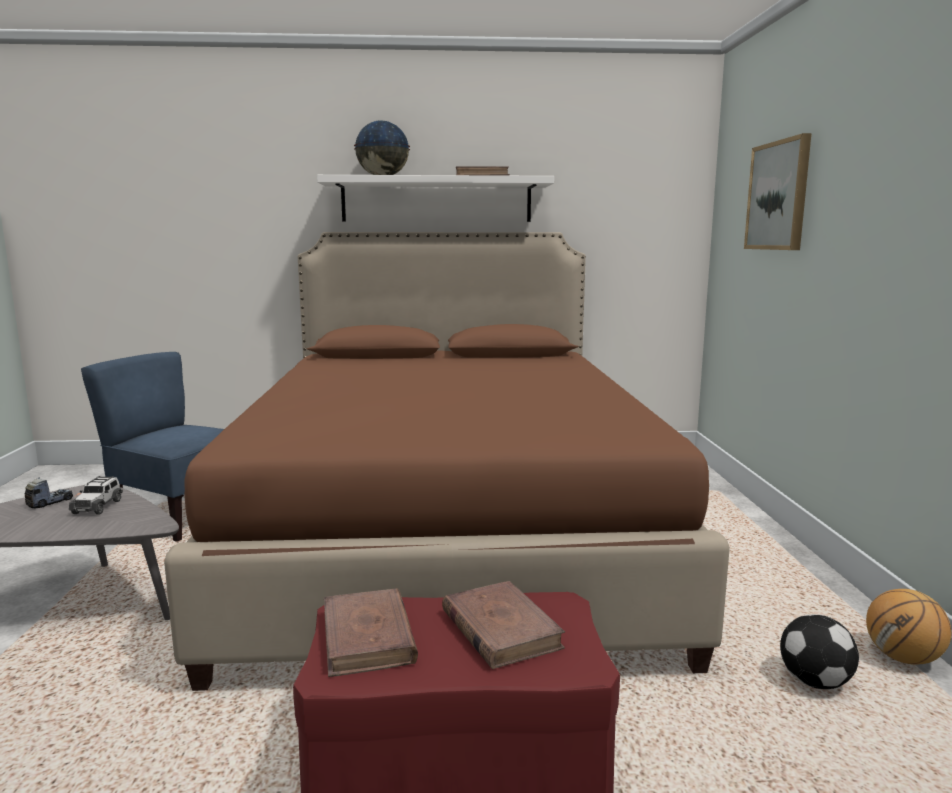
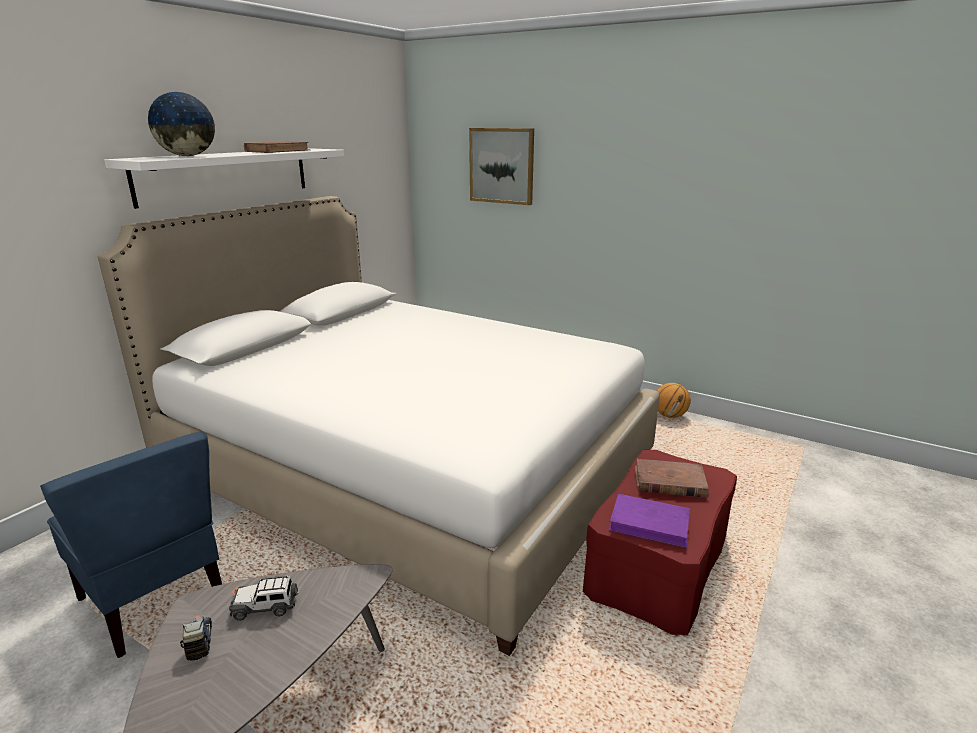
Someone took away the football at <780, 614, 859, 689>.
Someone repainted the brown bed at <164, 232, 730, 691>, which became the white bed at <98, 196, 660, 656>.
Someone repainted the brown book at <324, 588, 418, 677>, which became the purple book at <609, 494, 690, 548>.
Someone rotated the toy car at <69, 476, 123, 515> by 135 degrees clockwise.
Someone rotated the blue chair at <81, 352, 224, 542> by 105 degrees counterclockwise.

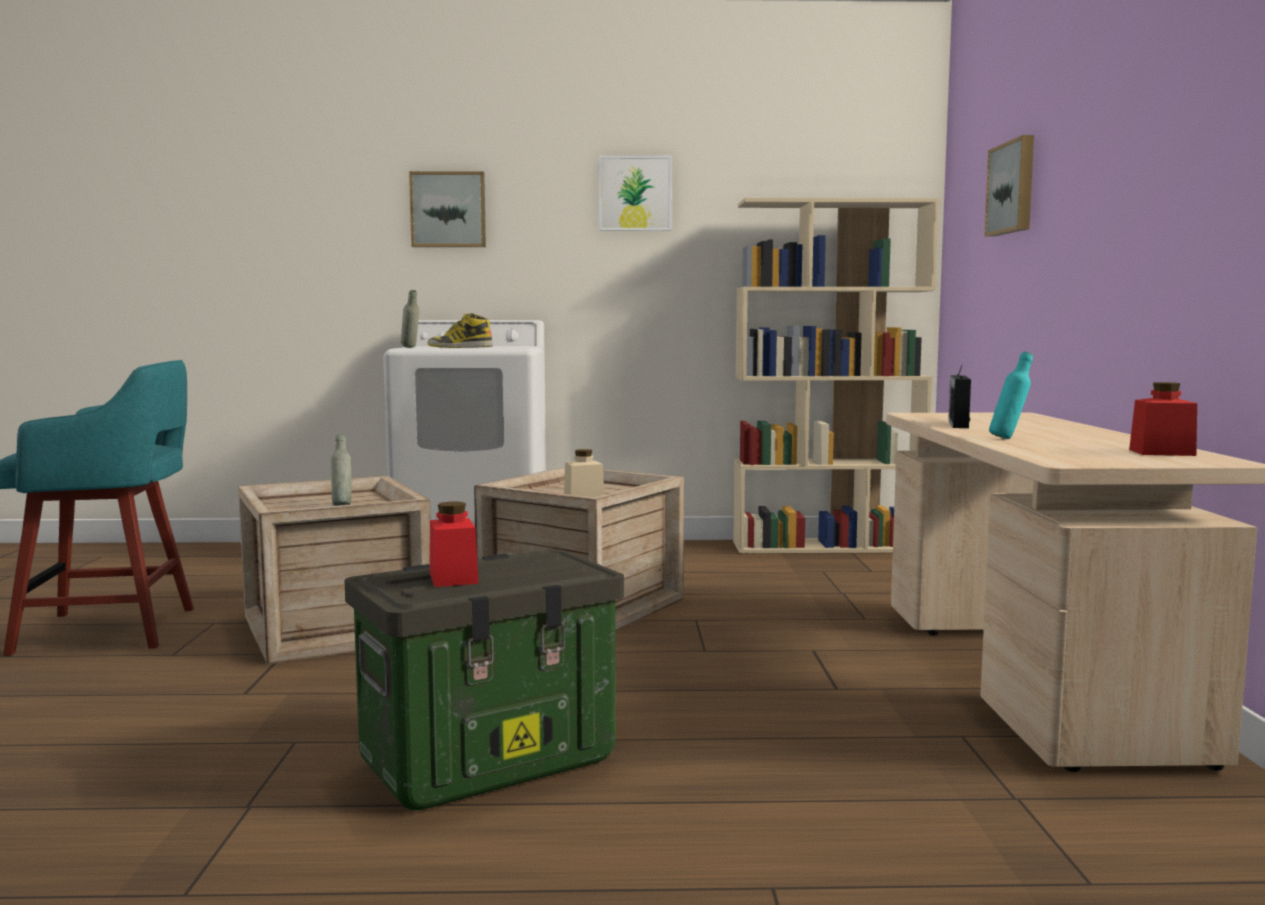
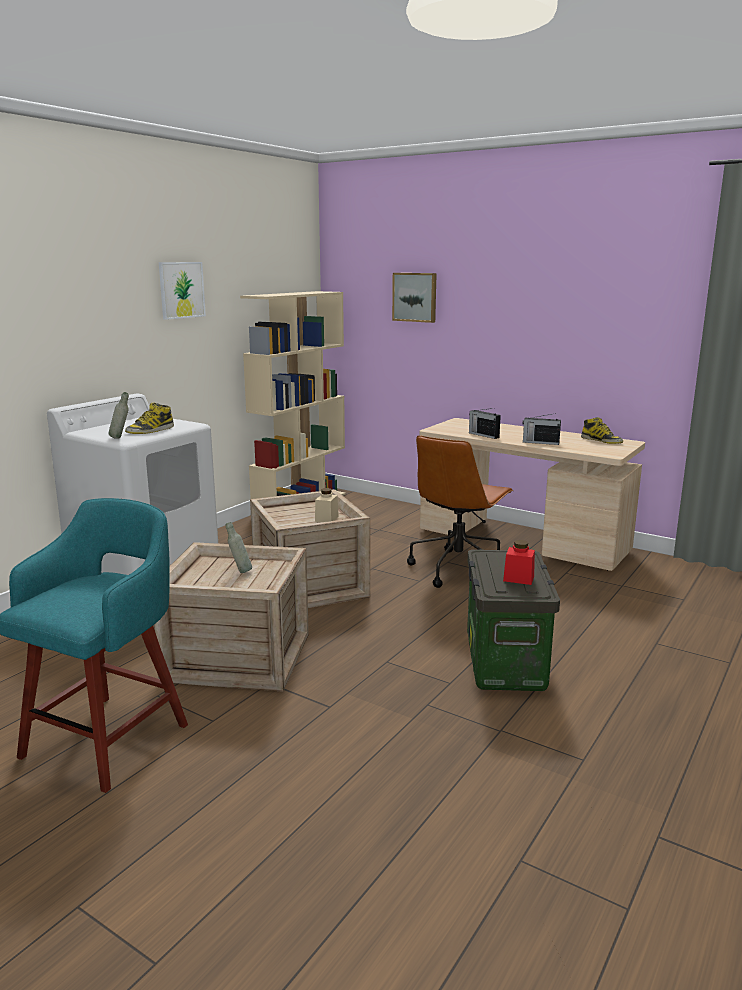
Someone took away the picture at <409, 171, 486, 247>.
Someone put down the brown office chair at <407, 435, 514, 588>.
Someone swapped the turquoise bottle at <989, 351, 1033, 439> for the radio at <523, 413, 561, 445>.
Someone swapped the red jar at <1129, 382, 1197, 456> for the boot at <581, 417, 623, 444>.

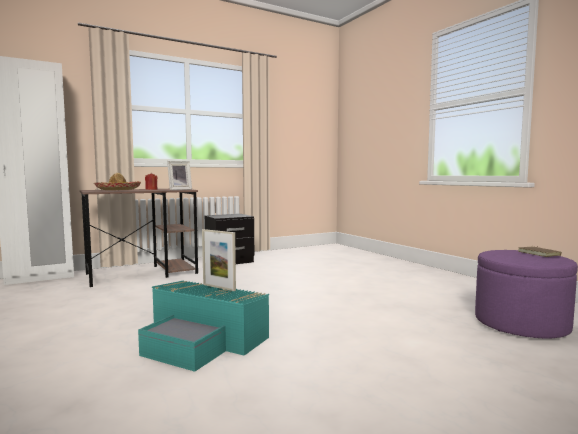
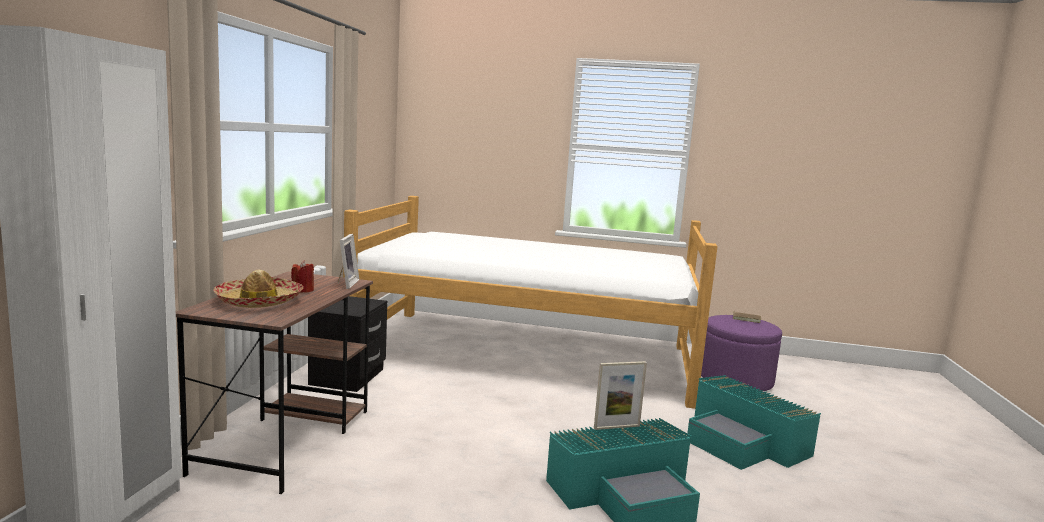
Someone put down the bed at <343, 196, 718, 409>.
Someone put down the turquoise storage box at <688, 375, 821, 470>.

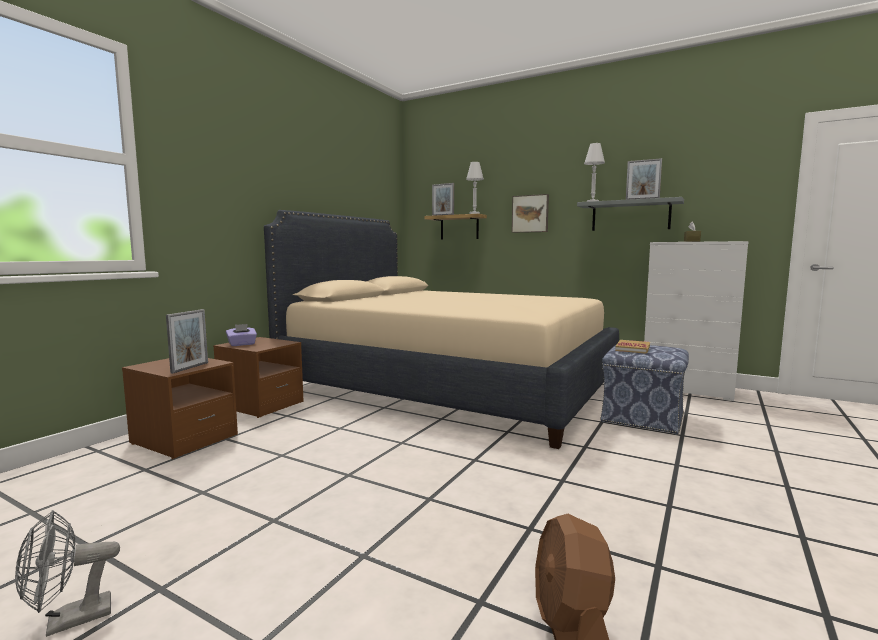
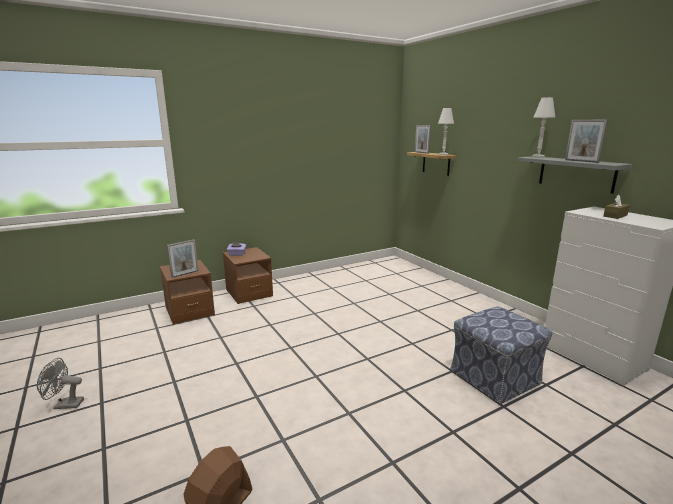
Someone took away the beige bed at <264, 210, 619, 449>.
Someone took away the picture at <512, 194, 549, 233>.
Someone took away the book at <615, 340, 650, 354>.

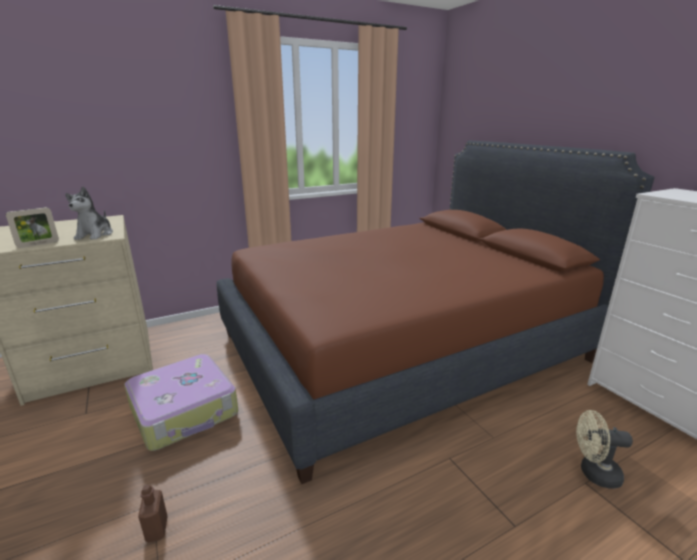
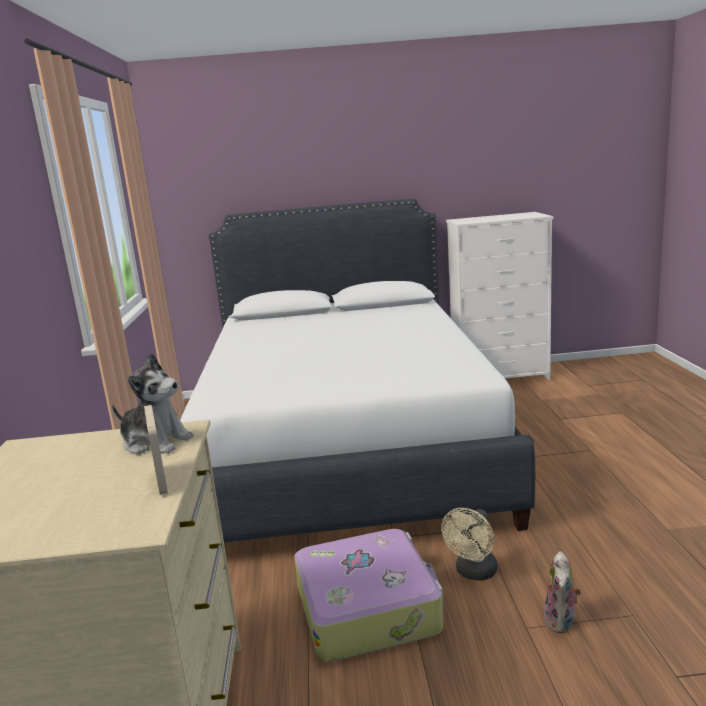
Someone carried the beige fan from <576, 410, 633, 489> to <441, 508, 498, 581>.
Someone swapped the brown bottle at <138, 484, 168, 542> for the plush toy at <544, 551, 581, 633>.
Someone repainted the brown bed at <217, 141, 654, 484>, which became the white bed at <180, 199, 535, 542>.

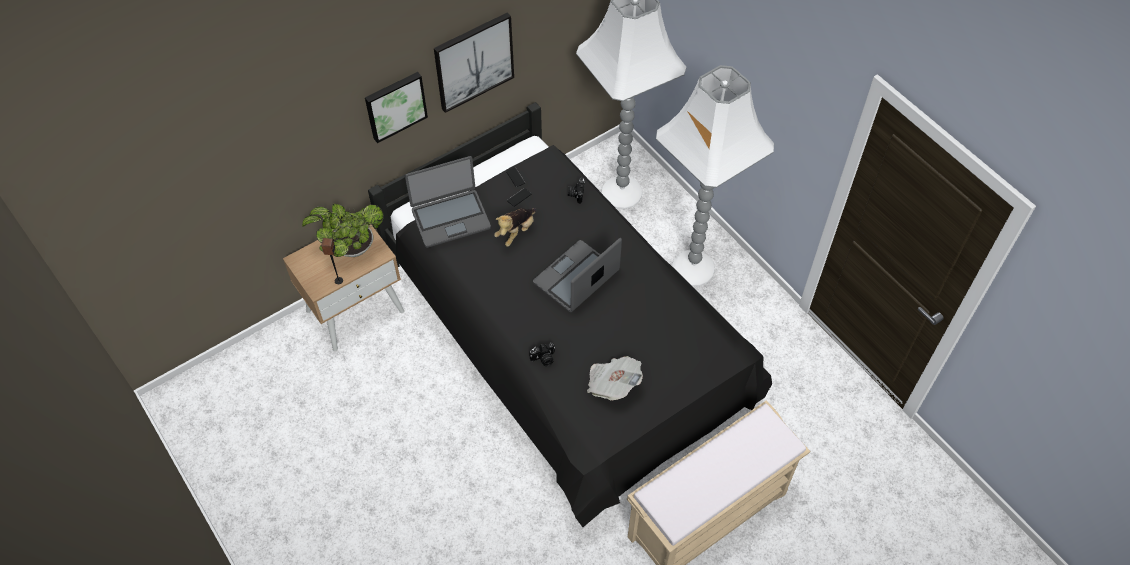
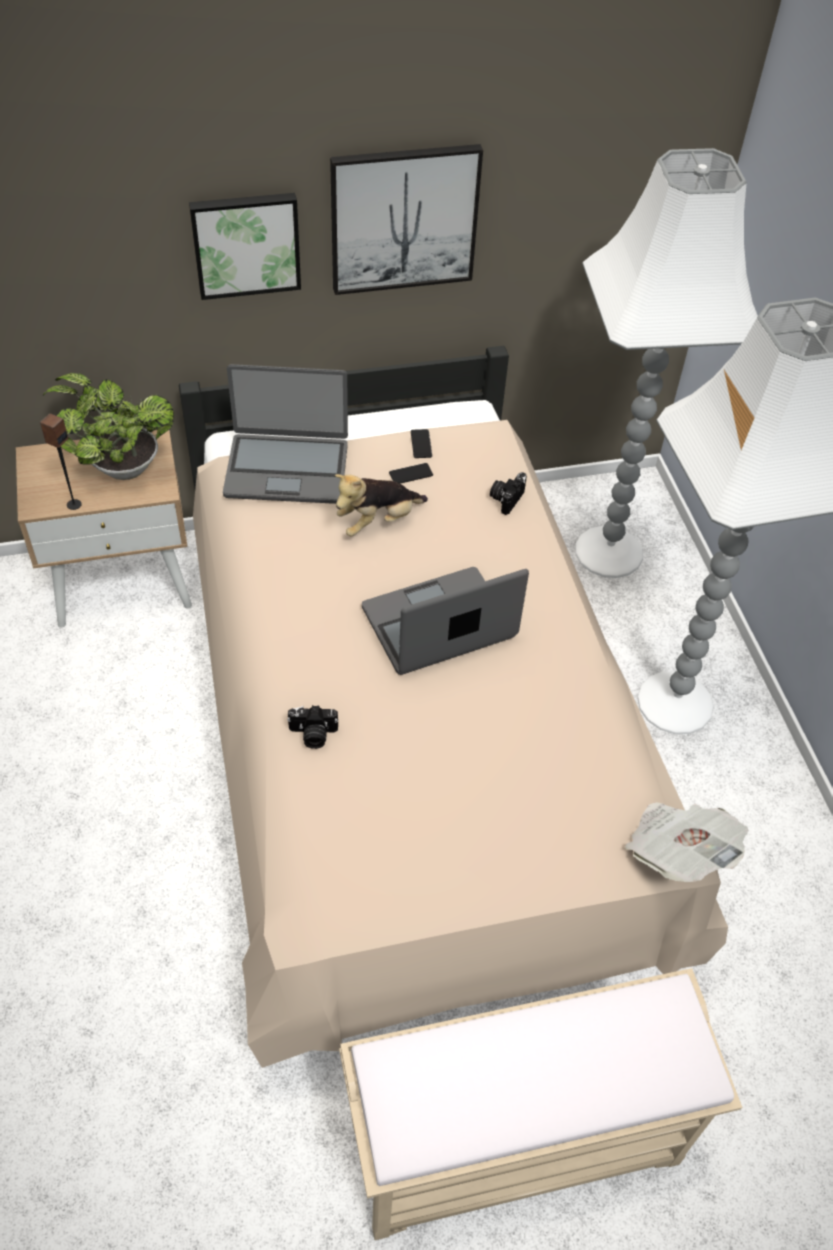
Someone carried the newspaper from <587, 356, 643, 400> to <625, 802, 749, 882>.
Someone repainted the black bed at <368, 102, 772, 527>, which became the beige bed at <179, 346, 728, 1068>.

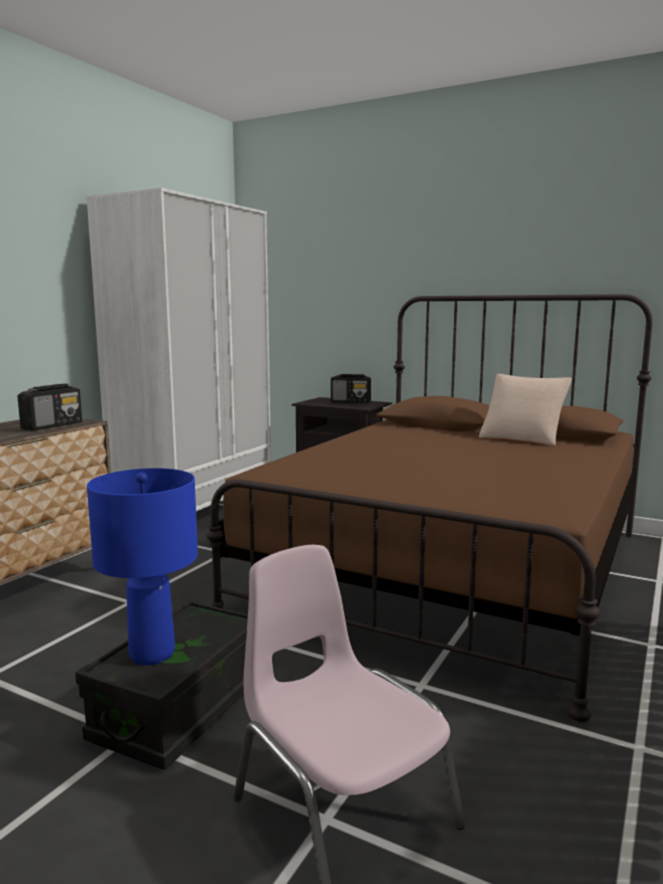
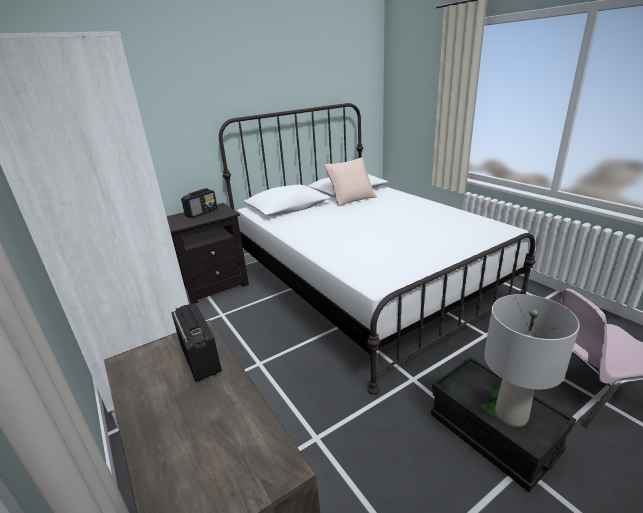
Someone repainted the blue table lamp at <87, 468, 198, 665>, which became the grey table lamp at <484, 294, 580, 428>.
Someone repainted the brown bed at <206, 294, 653, 722>, which became the white bed at <219, 103, 536, 395>.

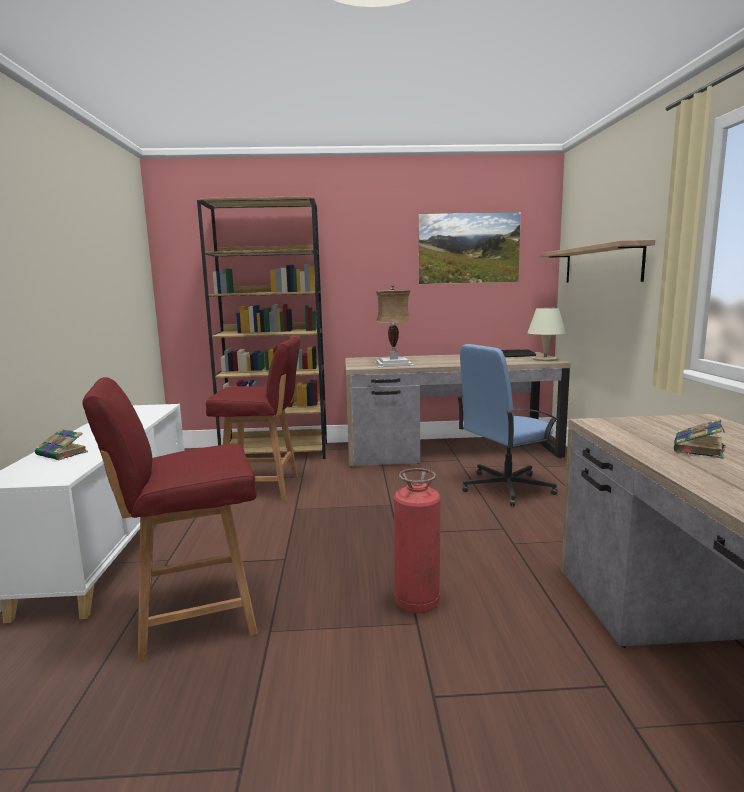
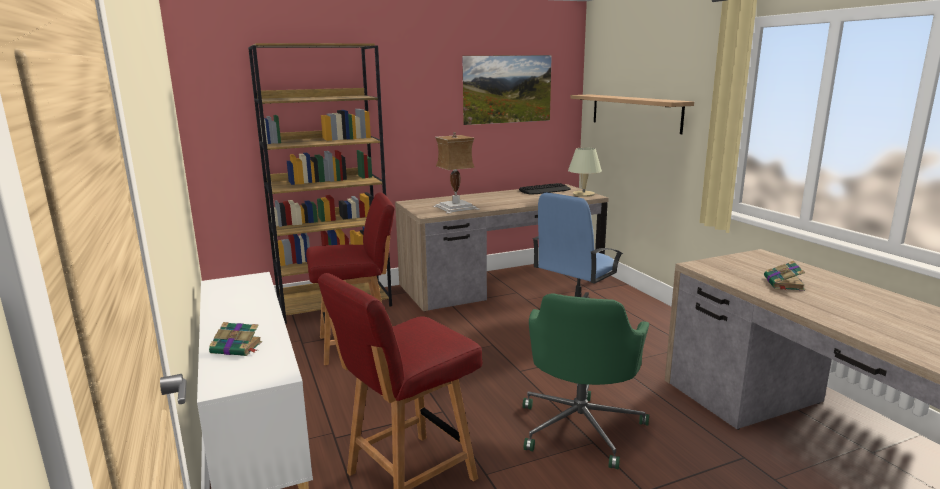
Someone swapped the fire extinguisher at <394, 468, 441, 614> for the green office chair at <523, 293, 649, 469>.

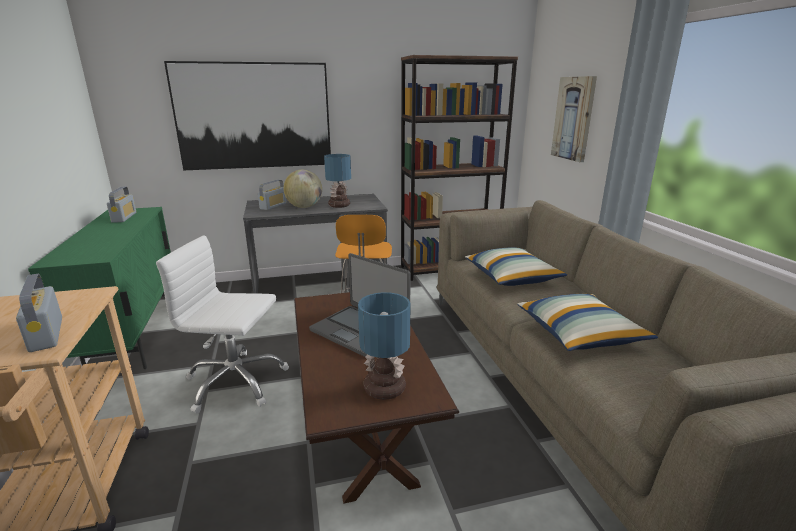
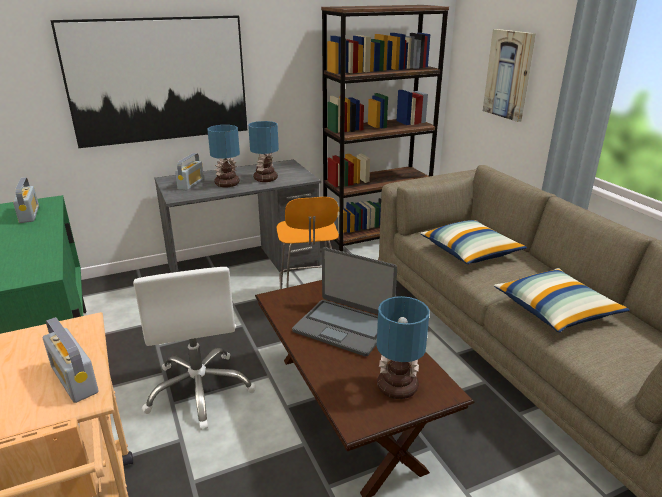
Someone swapped the globe at <284, 170, 322, 208> for the table lamp at <207, 125, 240, 187>.
Someone rotated the white office chair at <156, 236, 289, 413> by 105 degrees counterclockwise.

